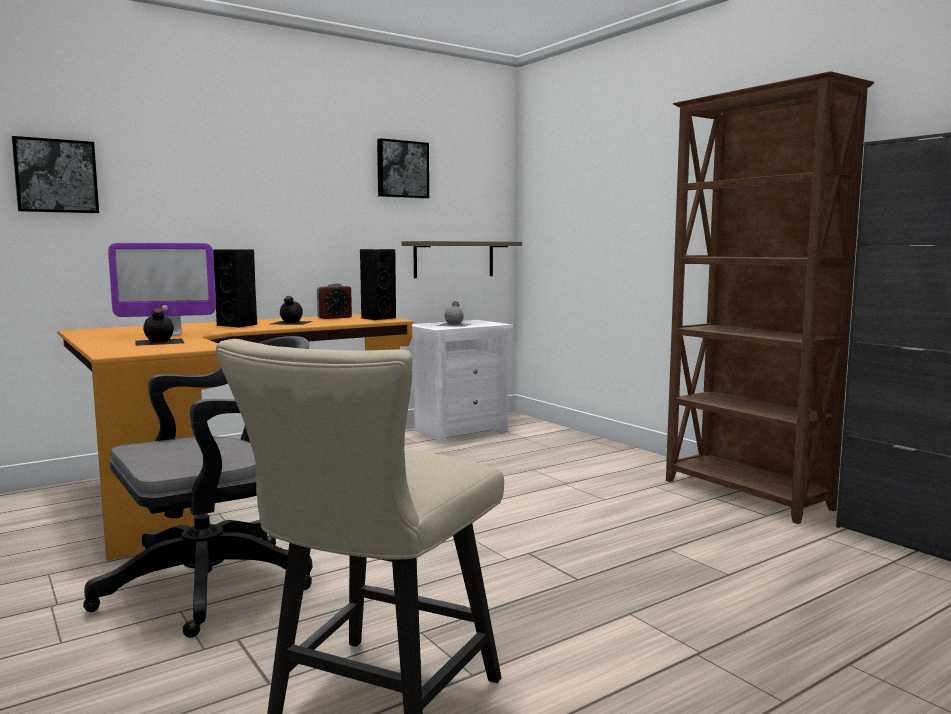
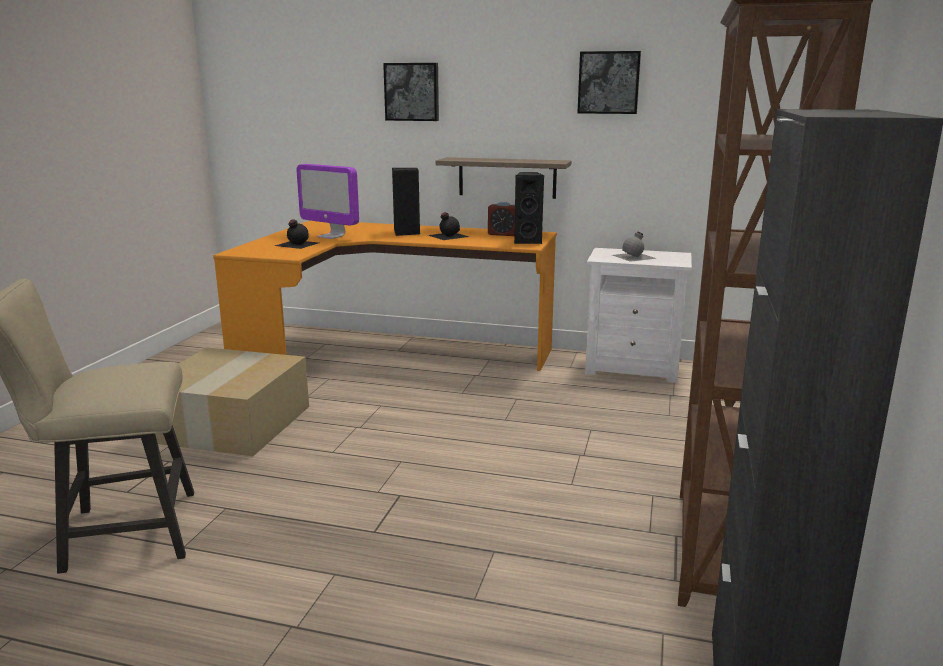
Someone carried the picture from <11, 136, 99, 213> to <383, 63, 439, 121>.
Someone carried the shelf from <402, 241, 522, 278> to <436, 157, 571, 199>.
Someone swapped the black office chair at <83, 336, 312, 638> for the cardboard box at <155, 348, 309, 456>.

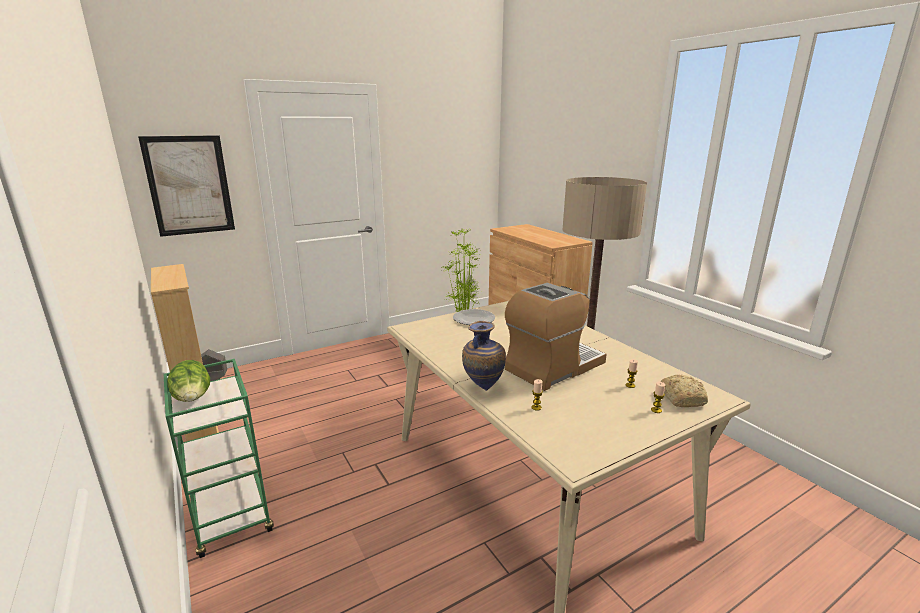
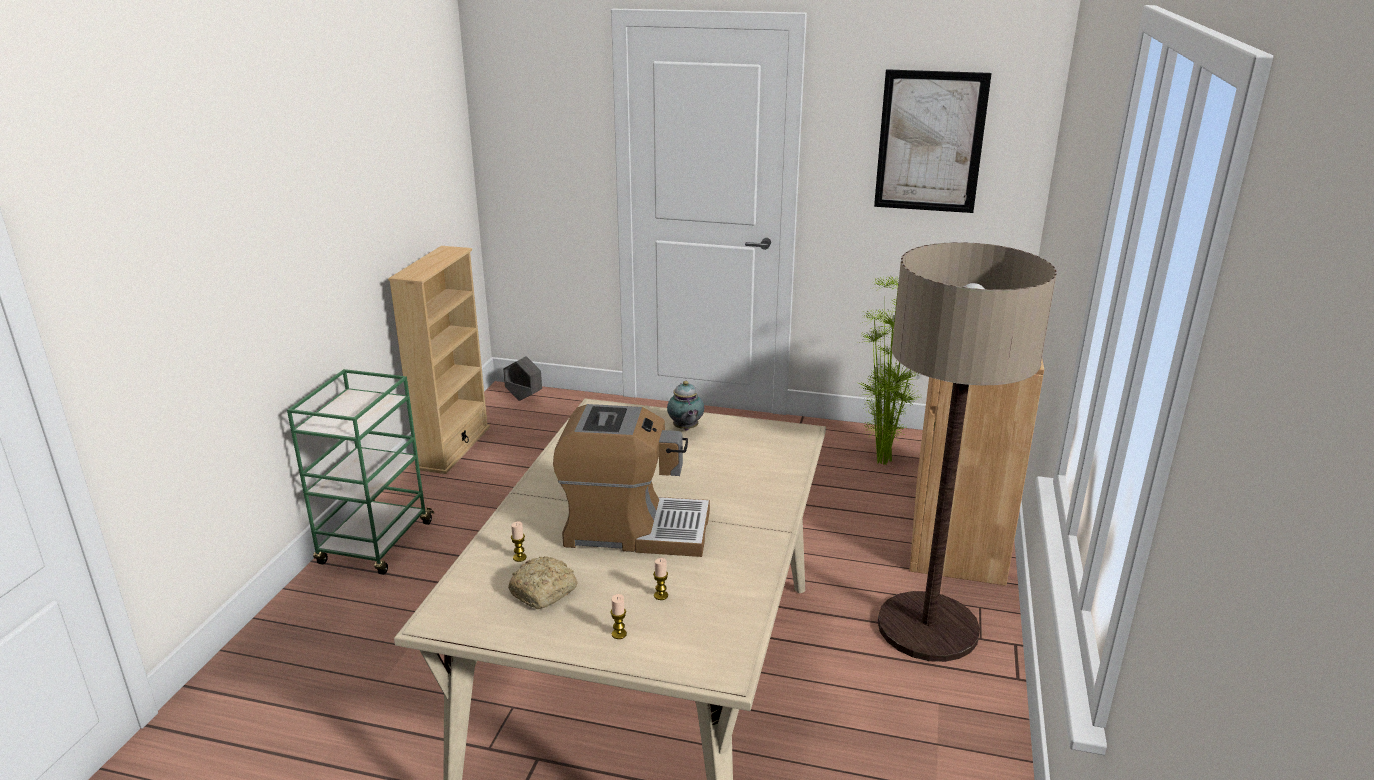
Someone took away the lettuce at <168, 360, 210, 402>.
Someone took away the vase at <462, 321, 506, 391>.
Someone carried the picture from <138, 135, 235, 237> to <874, 69, 992, 213>.
Someone carried the bread from <660, 375, 708, 407> to <508, 556, 578, 609>.
Someone swapped the plate at <453, 309, 495, 325> for the teapot at <667, 381, 704, 430>.

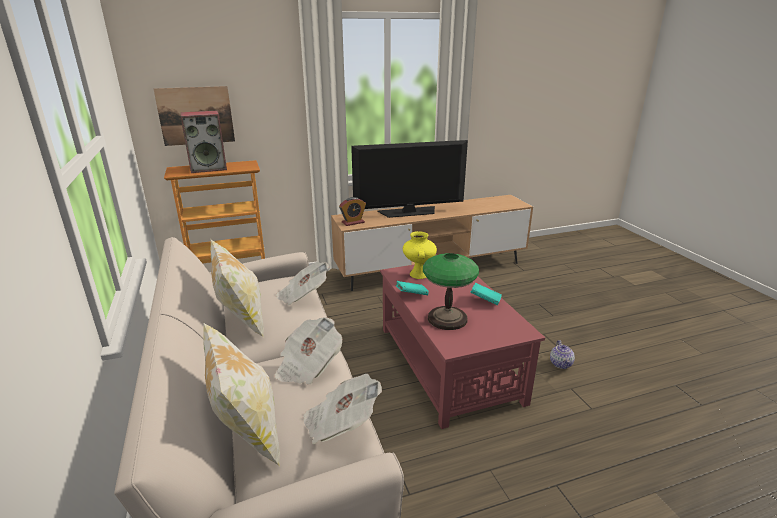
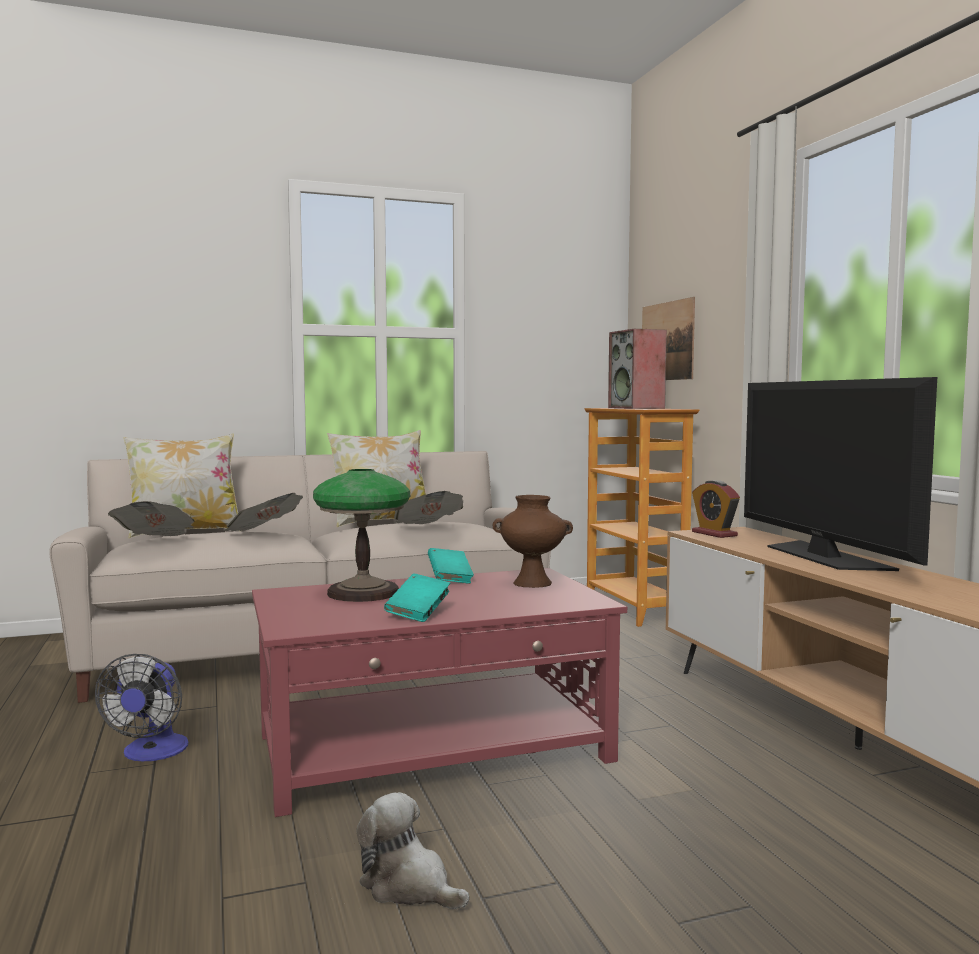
Someone put down the fan at <95, 654, 188, 761>.
Someone swapped the teapot at <550, 340, 575, 369> for the plush toy at <356, 792, 469, 909>.
Someone repainted the yellow vase at <403, 231, 437, 279>, which became the brown vase at <492, 495, 573, 588>.

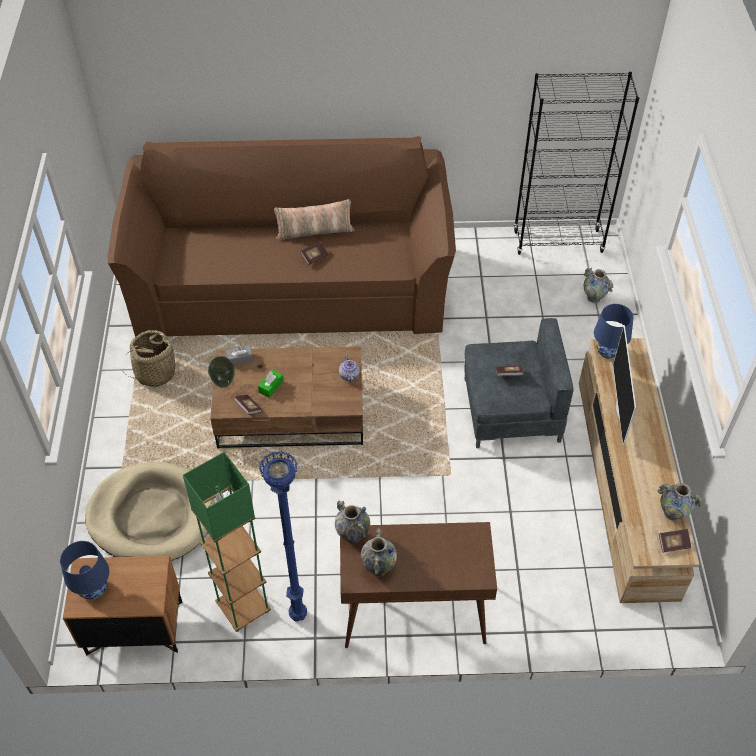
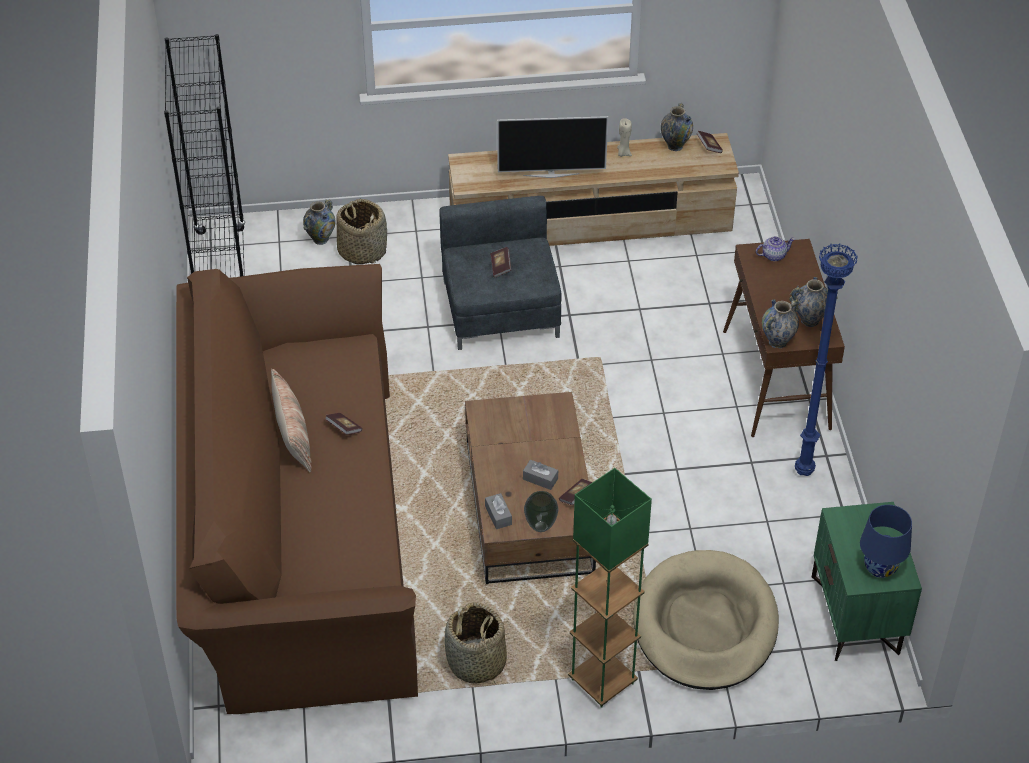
Someone took away the blue table lamp at <594, 304, 633, 359>.
Someone put down the basket at <336, 199, 387, 264>.
Someone put down the beige candle at <617, 118, 632, 157>.
Someone carried the green floor lamp from <183, 452, 271, 632> to <568, 468, 652, 708>.
Someone carried the teapot from <339, 355, 360, 382> to <756, 236, 795, 261>.
Someone repainted the brown nightstand at <63, 556, 183, 655>, which became the green nightstand at <812, 502, 922, 661>.
Someone repainted the green tissue box at <258, 370, 283, 398>, which became the grey tissue box at <523, 460, 558, 490>.

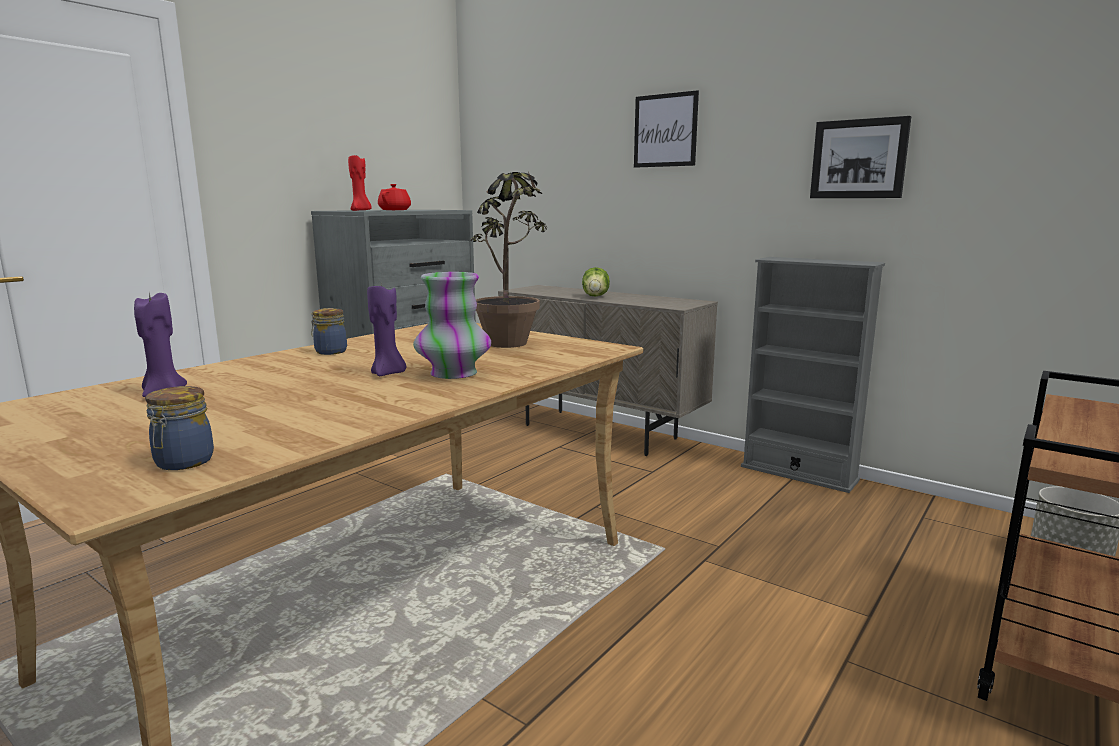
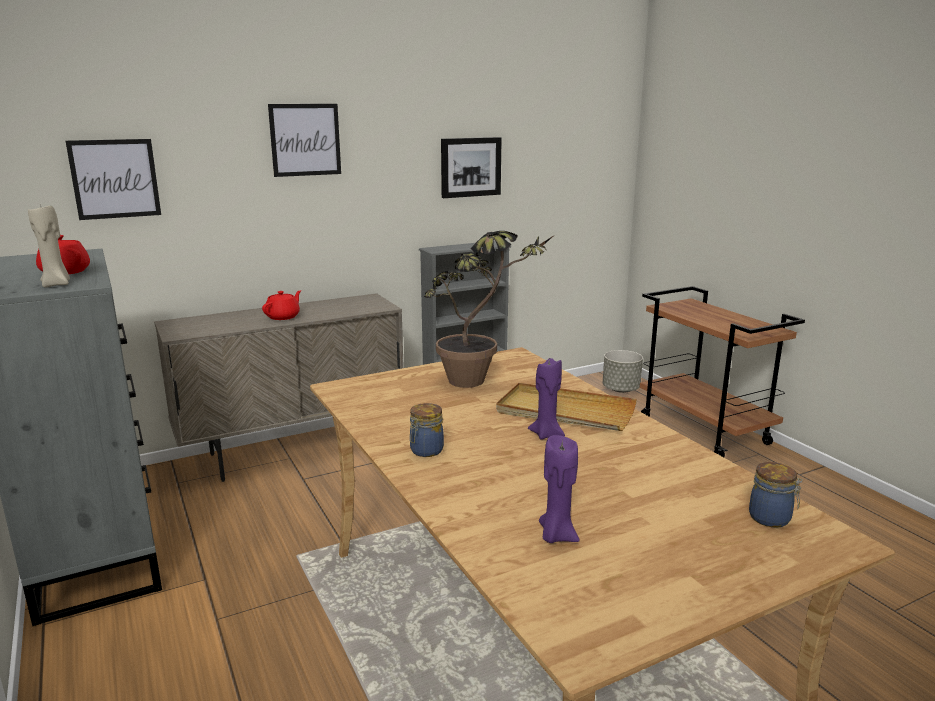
Someone put up the picture at <66, 139, 161, 220>.
Someone swapped the vase at <413, 272, 491, 379> for the beige tray at <496, 383, 637, 431>.
Someone swapped the lettuce at <582, 267, 610, 296> for the red teapot at <262, 290, 301, 320>.
Someone repainted the red candle at <348, 155, 372, 211>, which became the beige candle at <28, 204, 70, 288>.

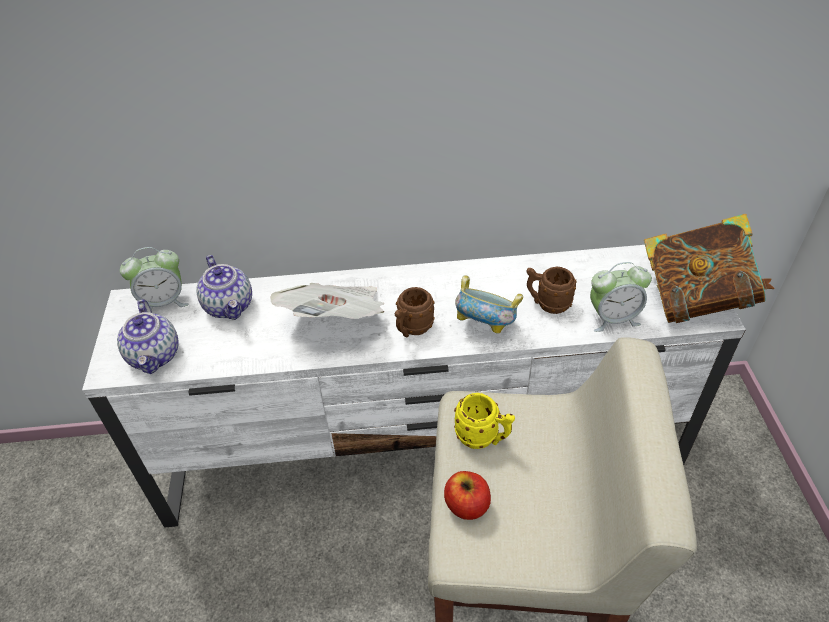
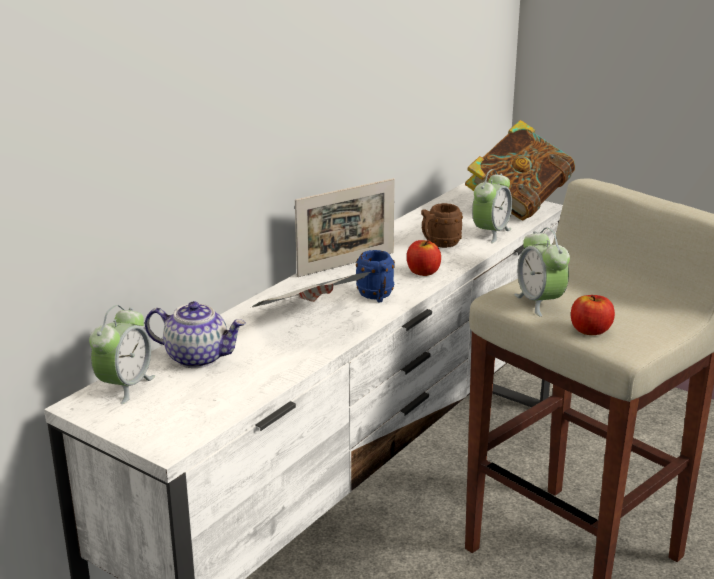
Someone took away the teapot at <117, 299, 179, 374>.
Someone put down the picture frame at <295, 178, 395, 277>.
Someone swapped the yellow mug at <454, 393, 515, 449> for the alarm clock at <514, 228, 570, 317>.
Someone swapped the bowl at <455, 275, 523, 334> for the apple at <407, 240, 441, 276>.
Someone repainted the brown mug at <395, 287, 435, 338>, which became the blue mug at <356, 250, 395, 302>.

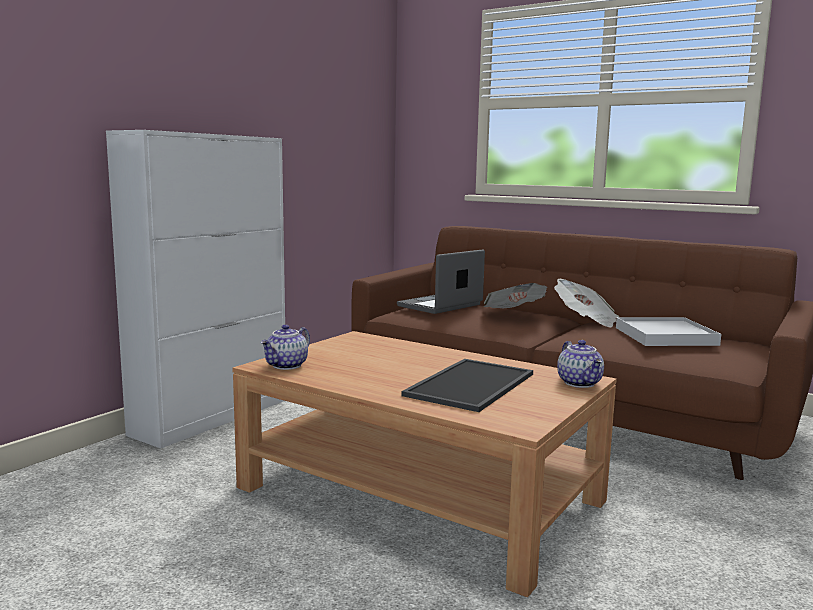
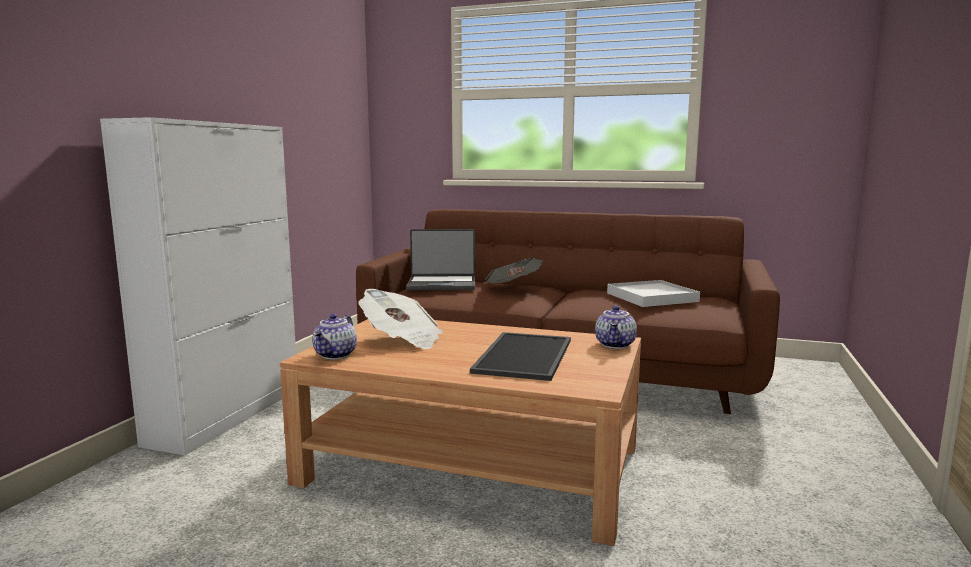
Someone carried the newspaper from <554, 279, 619, 328> to <358, 289, 443, 349>.
Someone rotated the laptop at <397, 250, 485, 314> by 120 degrees counterclockwise.
Someone rotated the teapot at <557, 340, 604, 388> by 45 degrees clockwise.

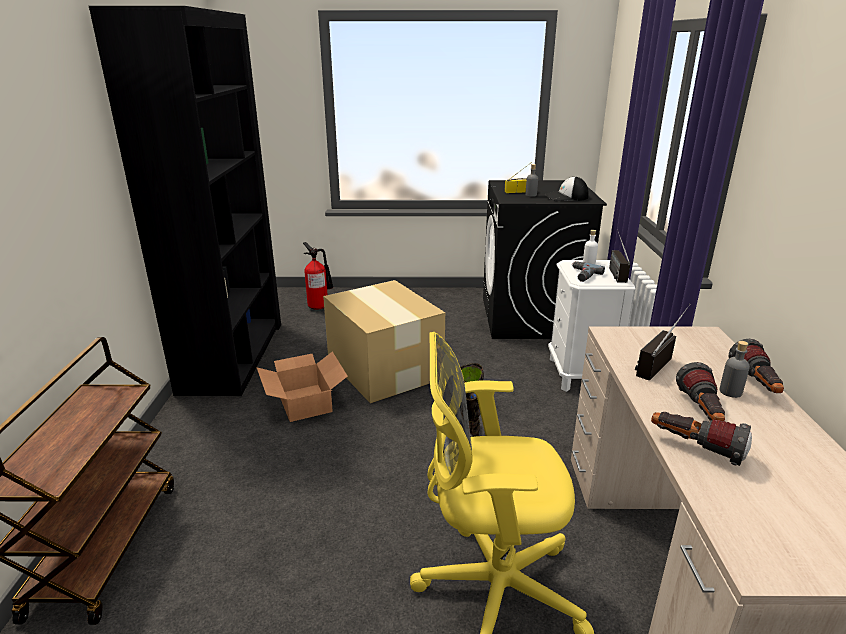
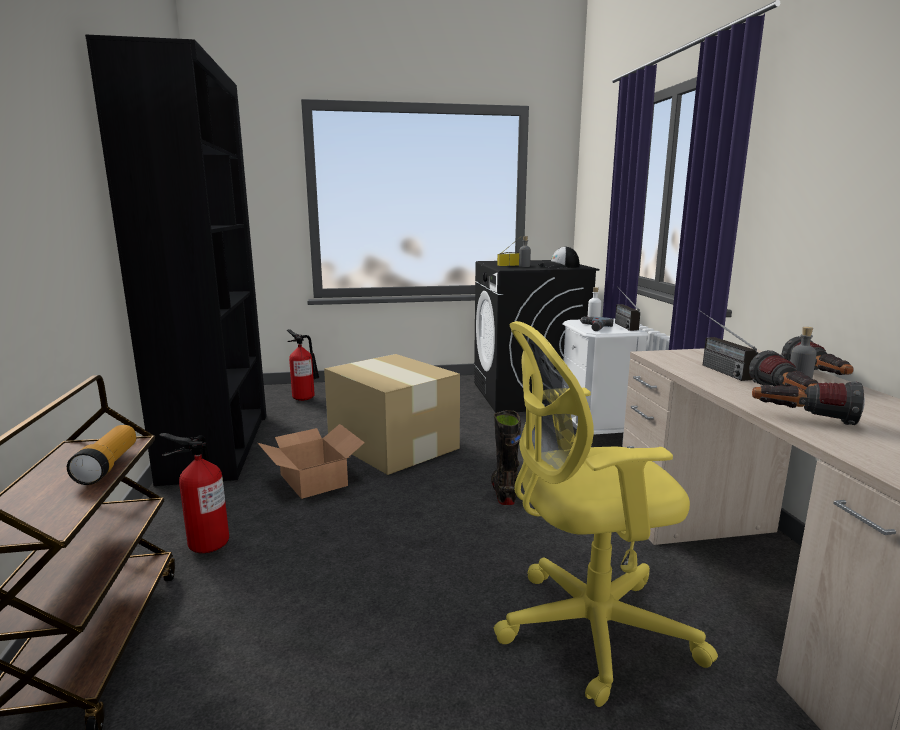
Someone put down the flashlight at <67, 425, 136, 485>.
Someone put down the fire extinguisher at <159, 433, 229, 553>.
Someone rotated the radio at <635, 304, 691, 380> by 45 degrees counterclockwise.

